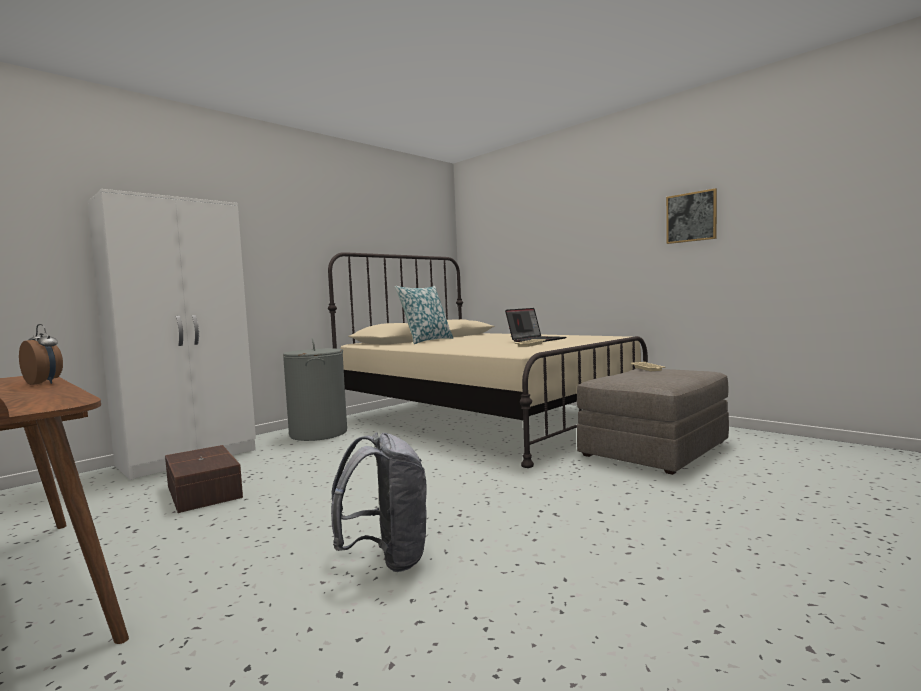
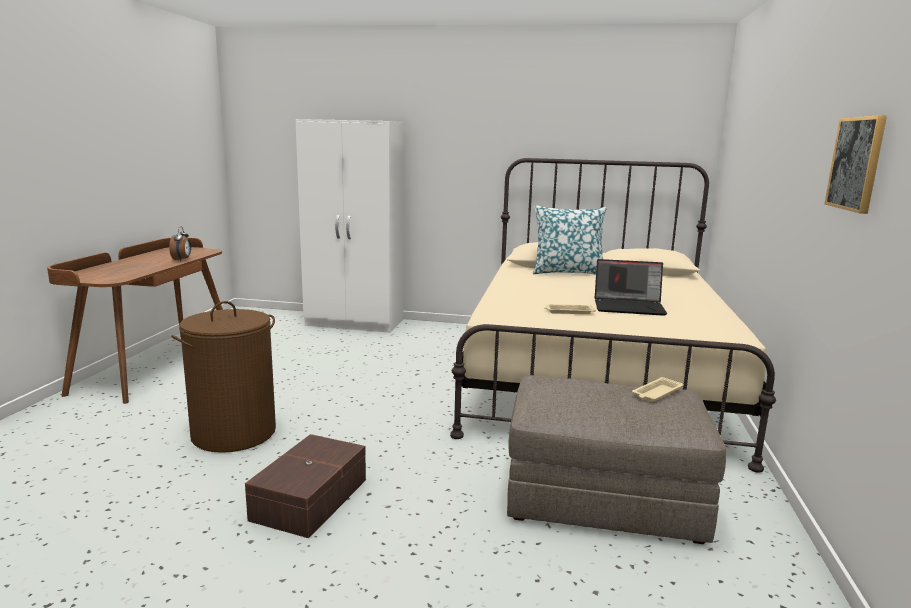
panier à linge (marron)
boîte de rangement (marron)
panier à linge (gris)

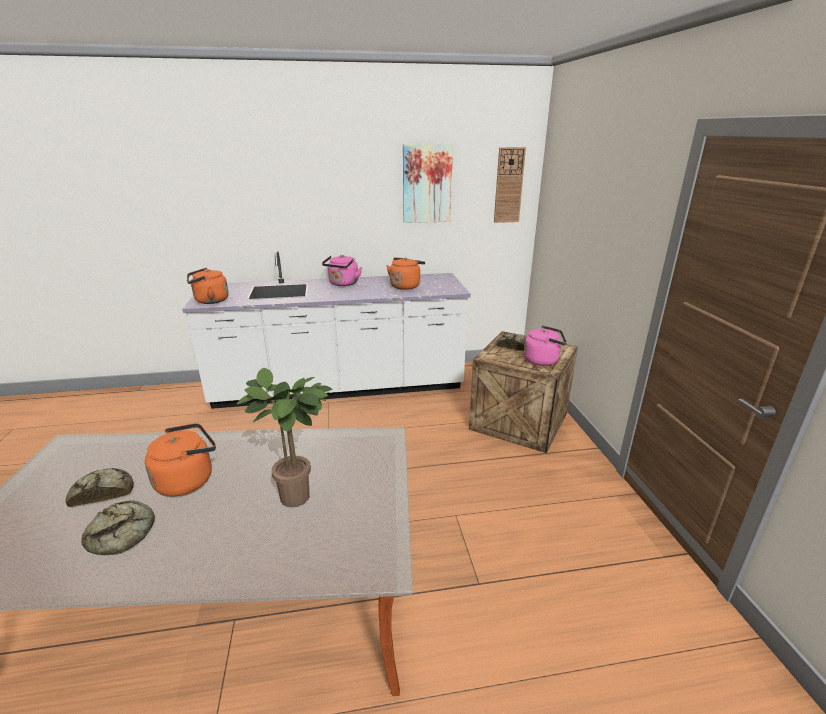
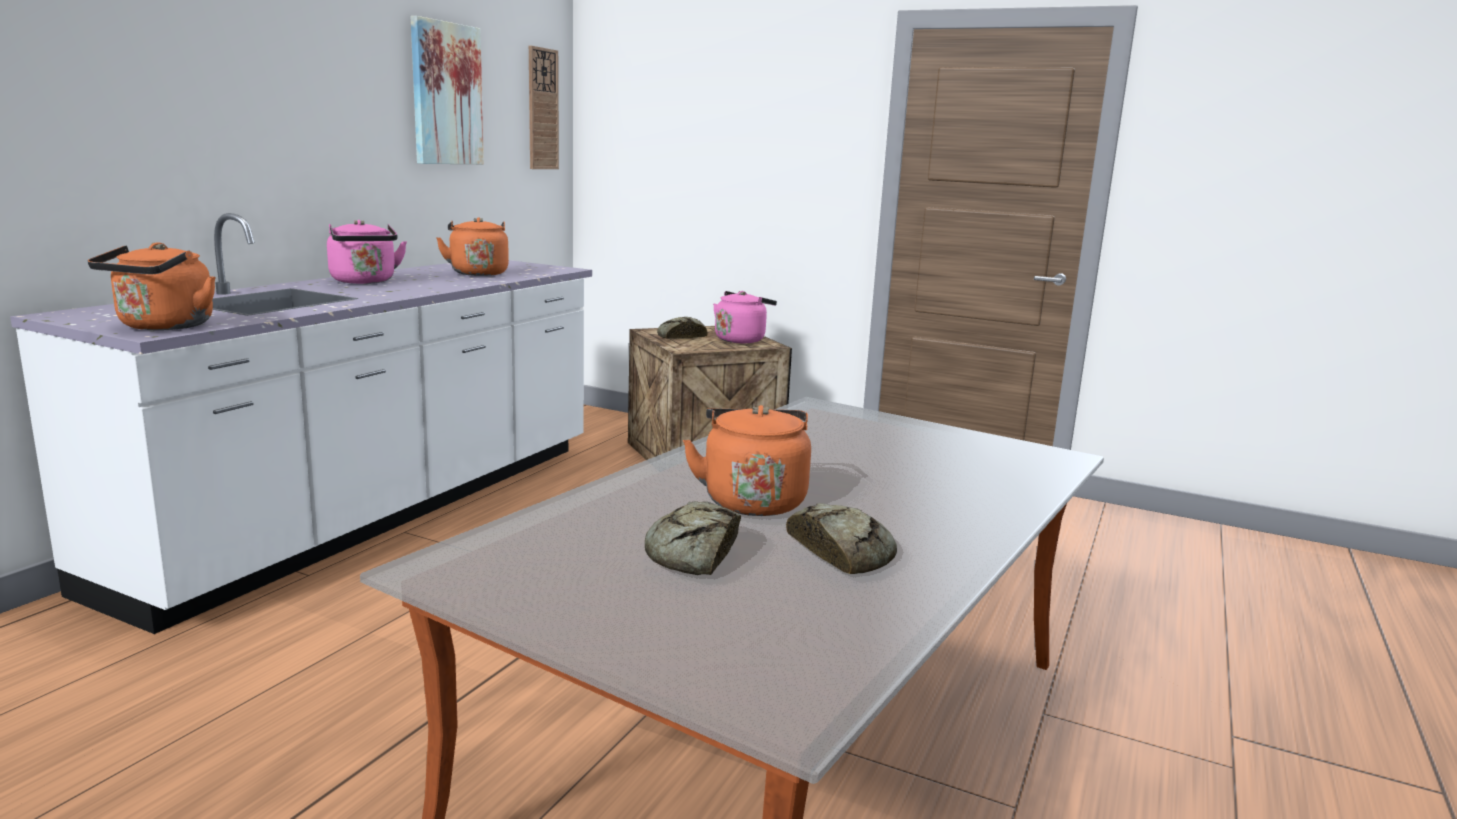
plante en pot

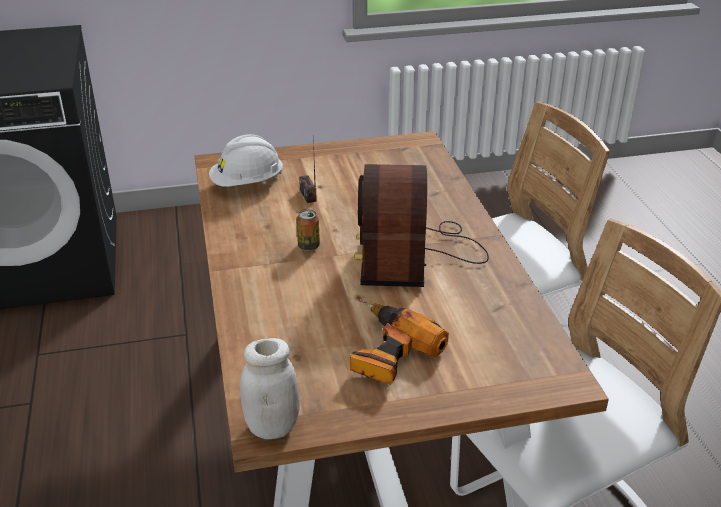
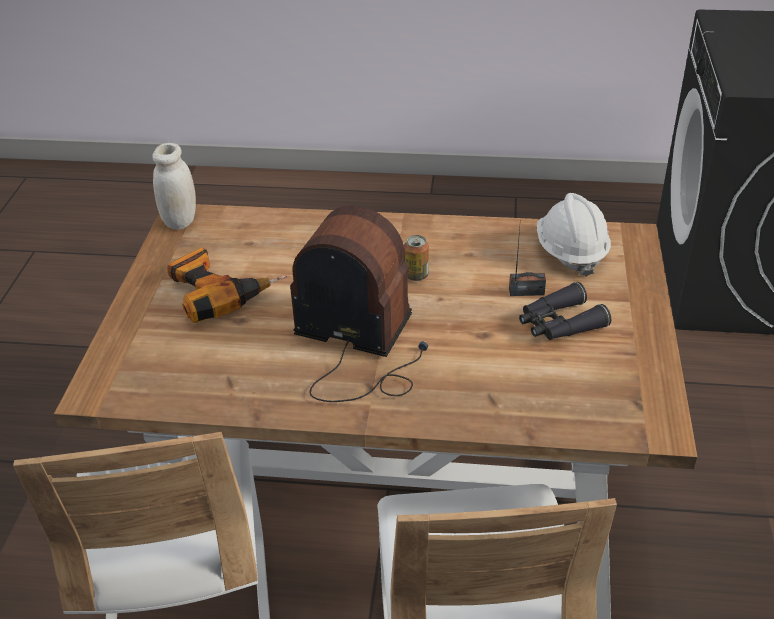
jumelles (noir)

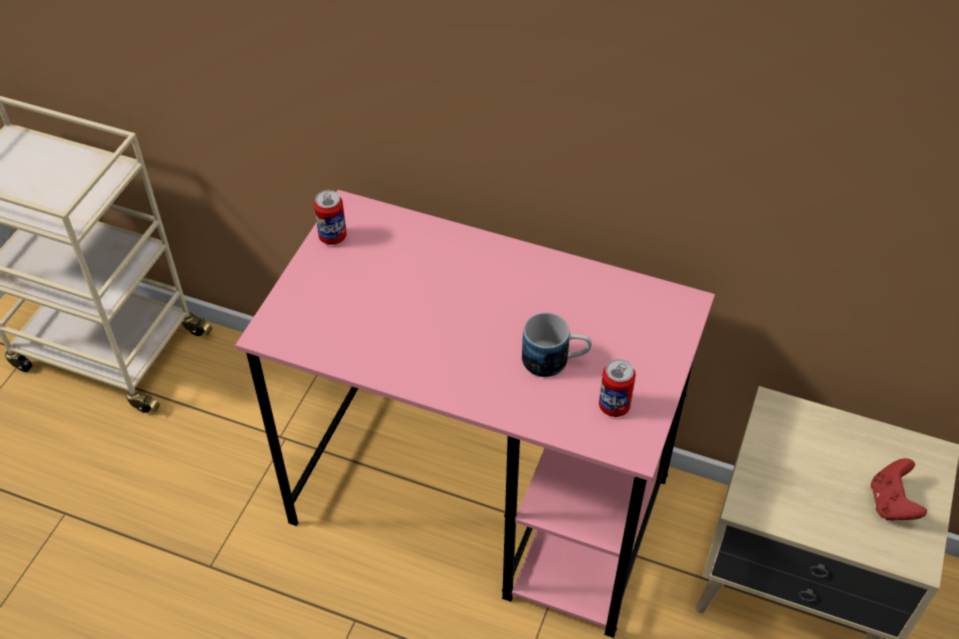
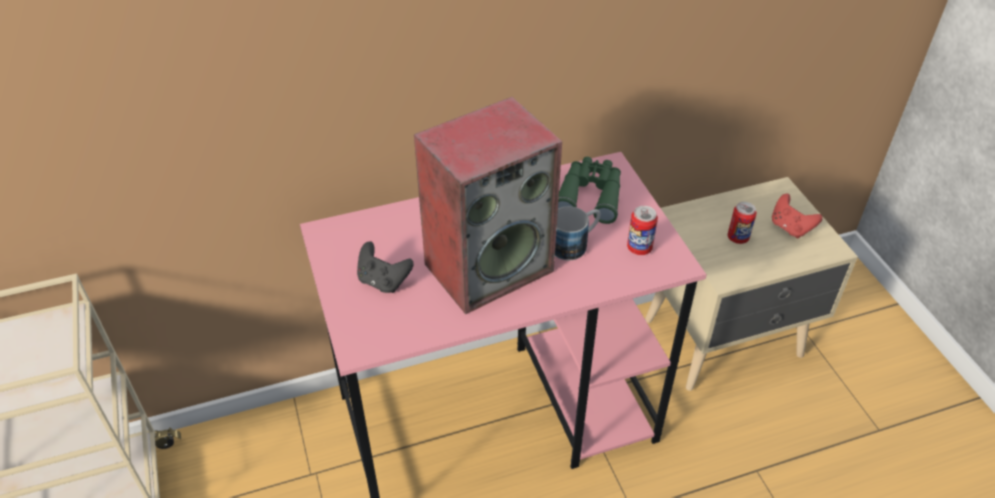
manette (noir)
enceinte
jumelles (vert)
boîte métallique (2nd from left)

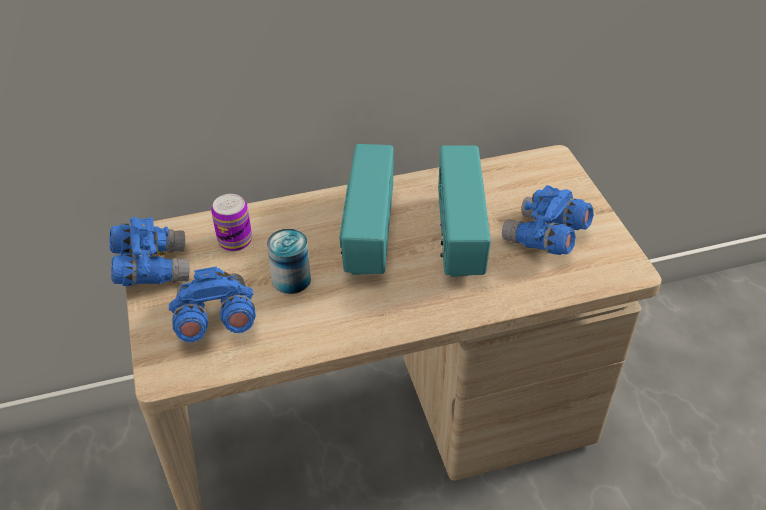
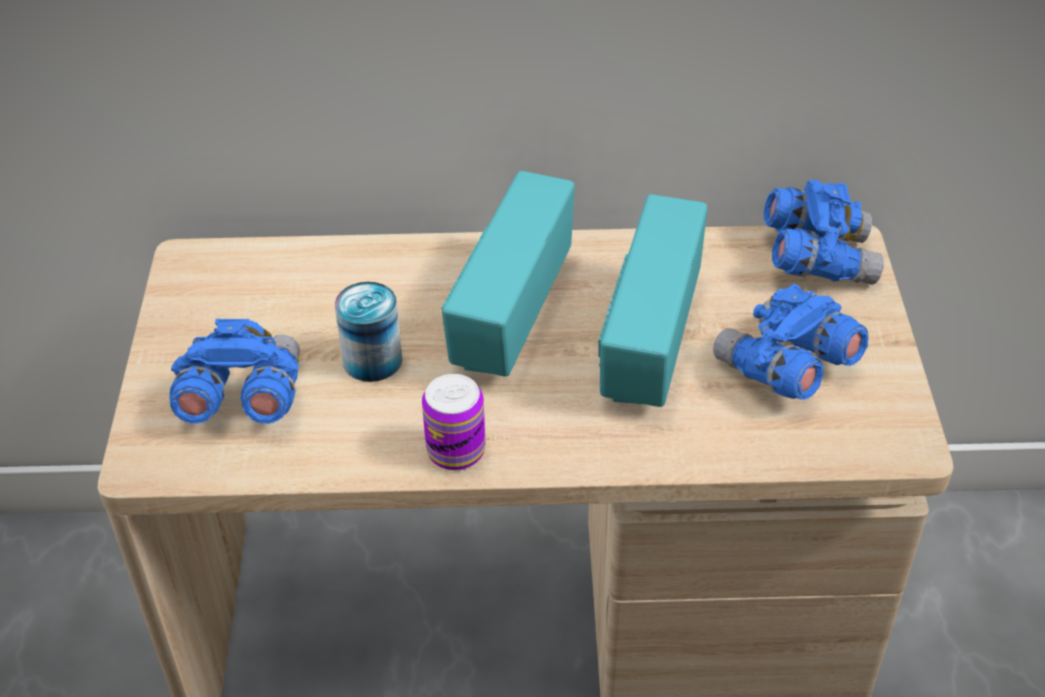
boîte métallique (2nd from left)
jumelles (bleu) (3rd from left)

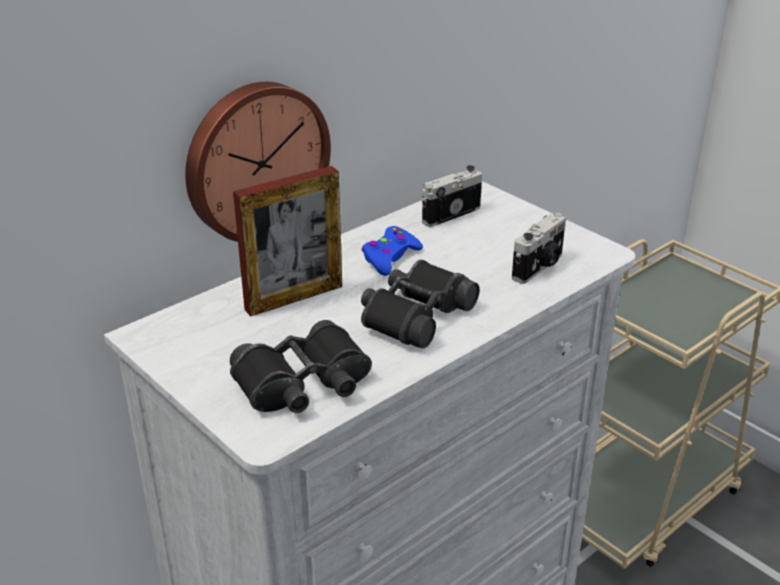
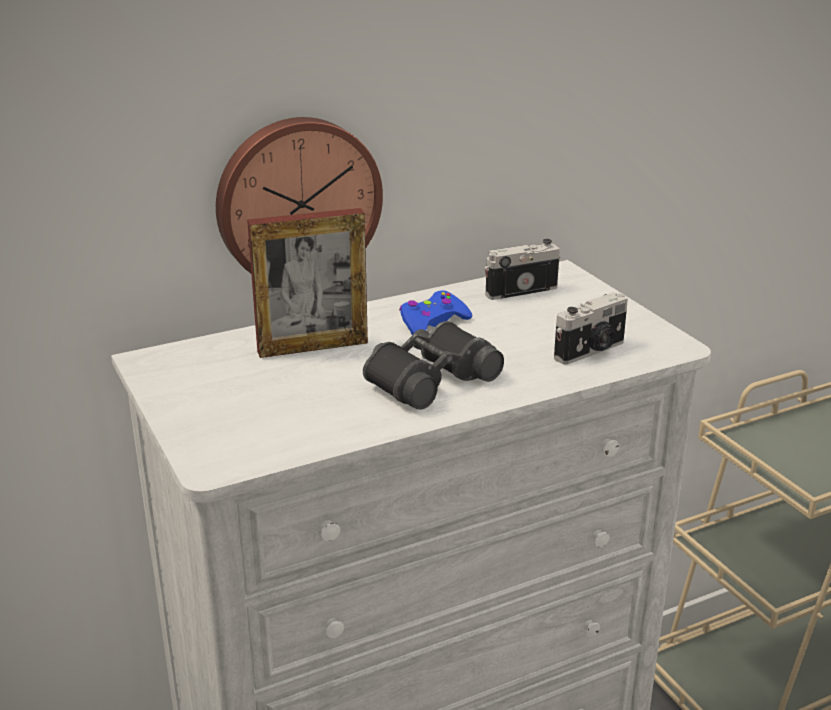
jumelles (noir) (1st from left in the first image)

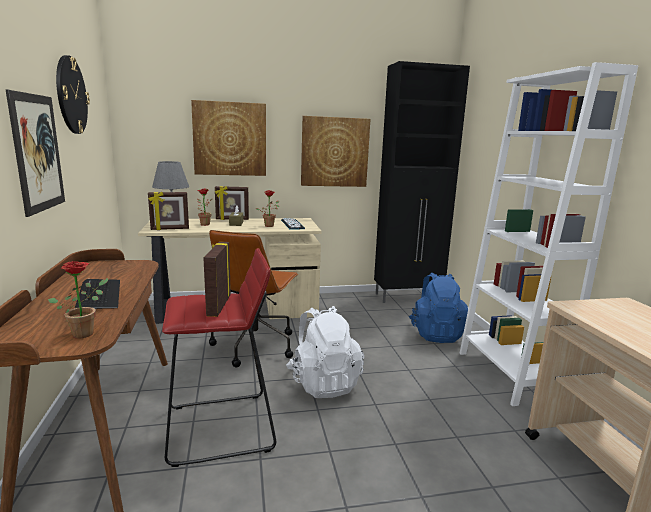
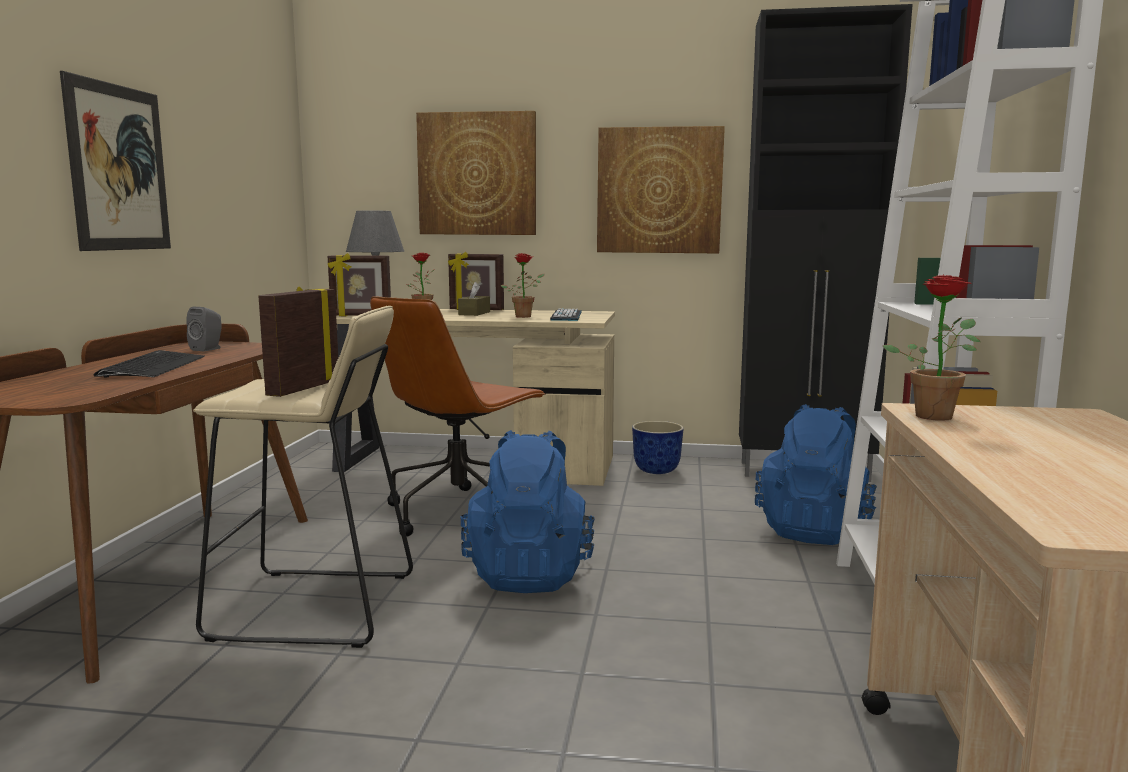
enceinte (gris)
tabouret (beige)
sac à dos (bleu) (1st from left)
cache-pot
plante en pot (3rd from left)
horloge murale

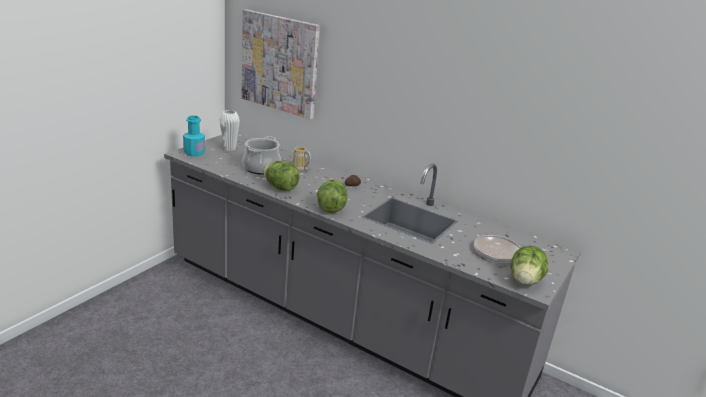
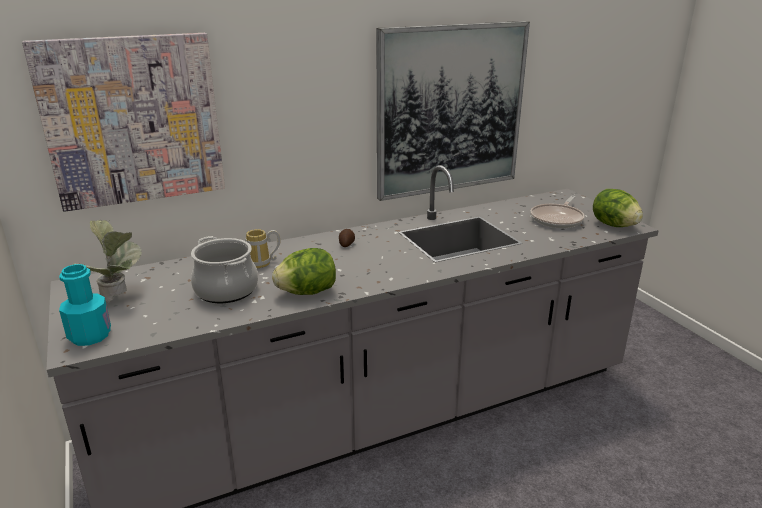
plante en pot
tableau (2nd from left)
laitue (2nd from left in the first image)

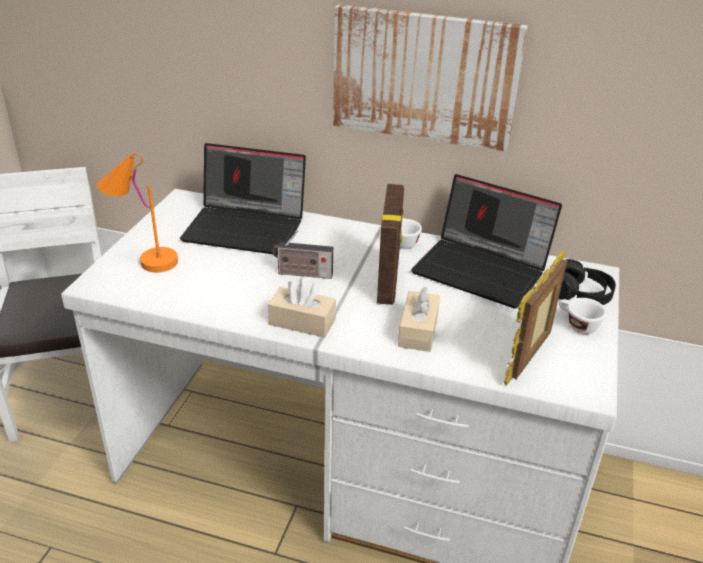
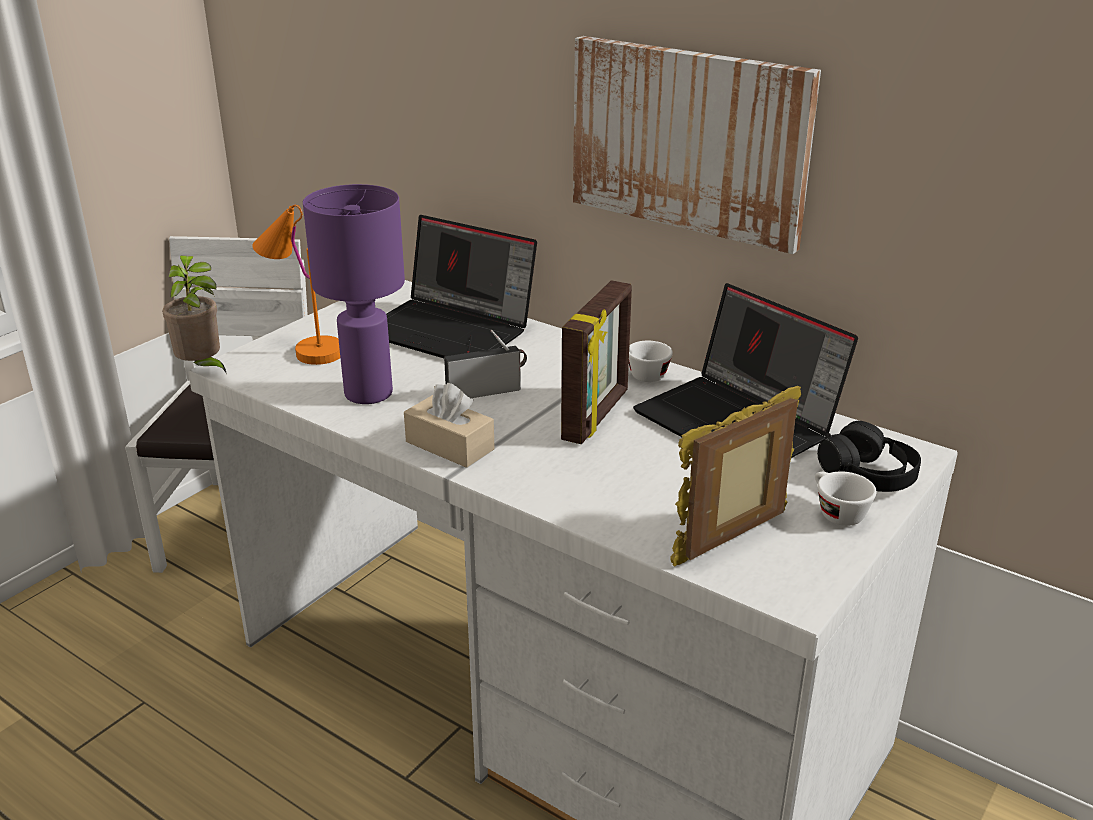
plante en pot
lampe de table (violet)
radio
boîte à mouchoirs (beige) (2nd from left in the first image)

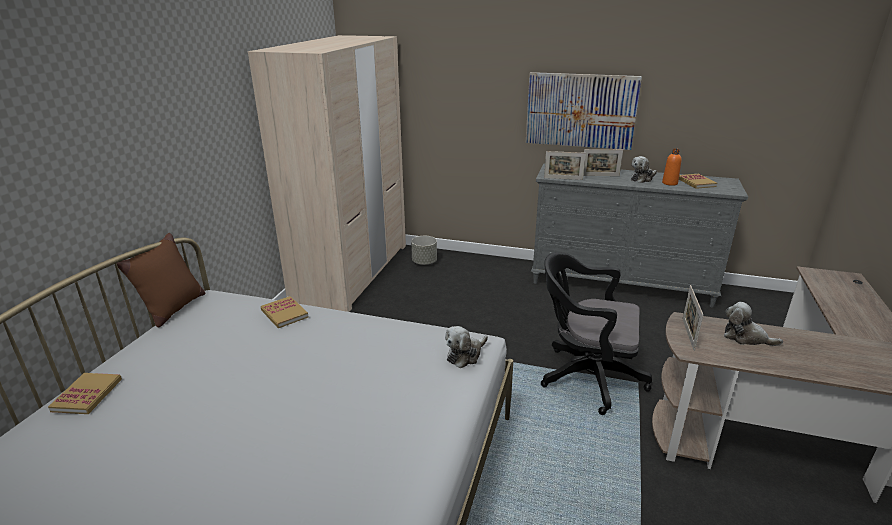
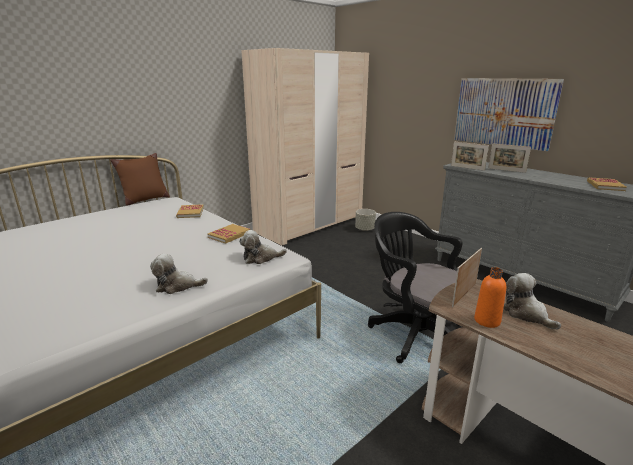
peluche (1st from left)
livre (2nd from left)
bouteille (orange)

